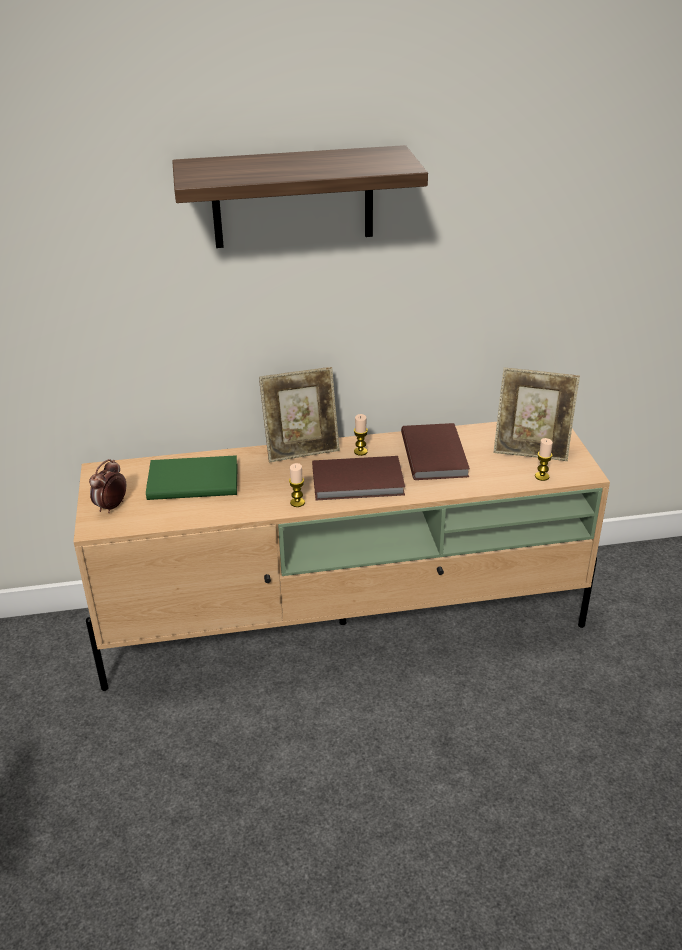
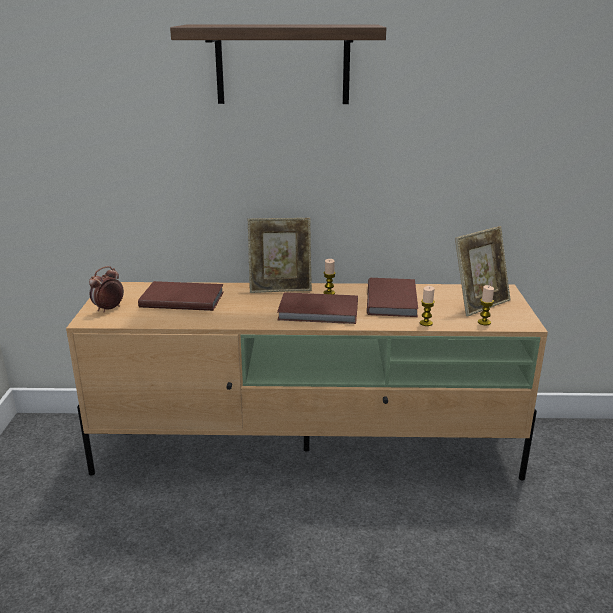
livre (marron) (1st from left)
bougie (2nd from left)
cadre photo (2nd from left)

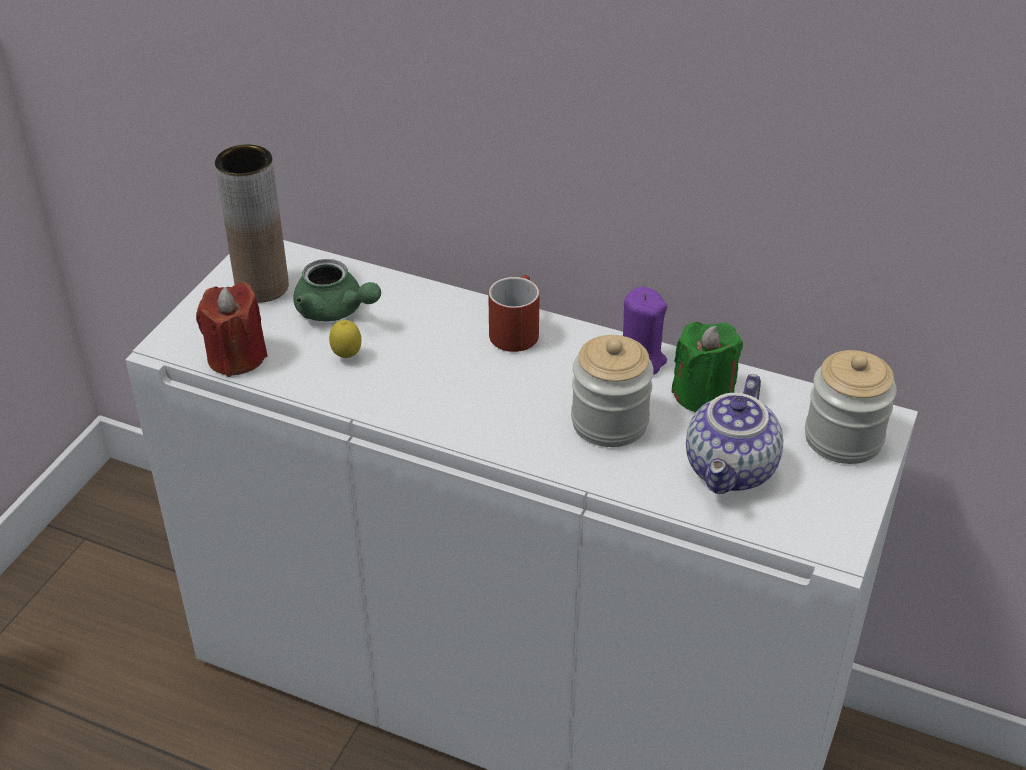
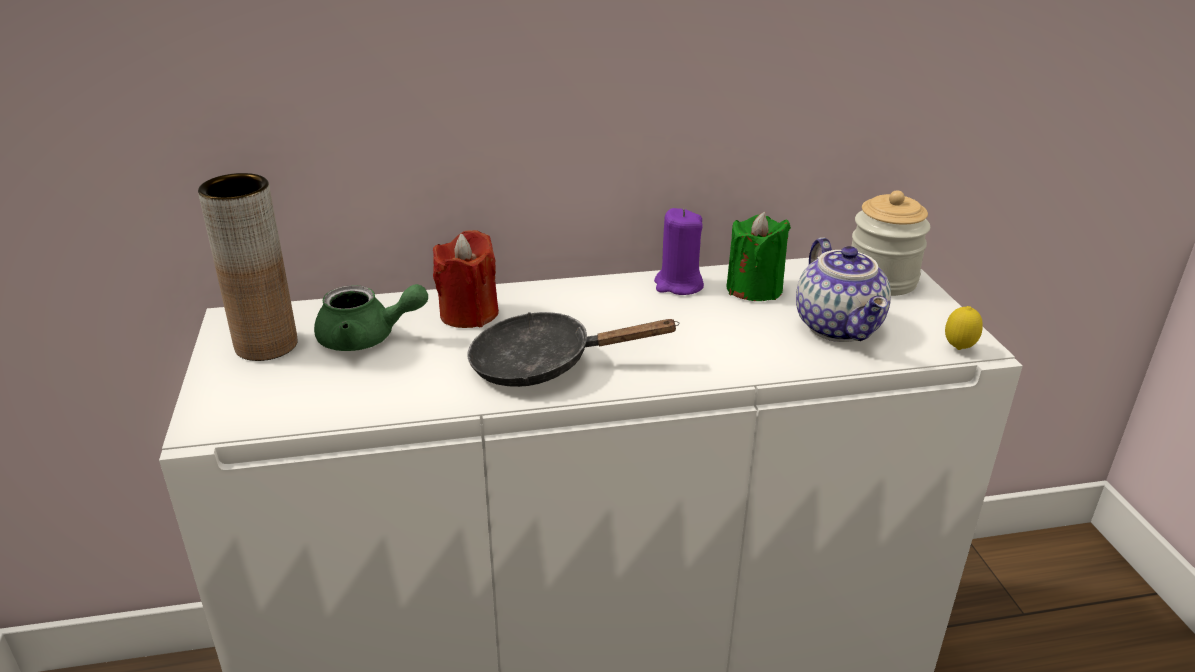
bougie (rouge)
poêle (noir)
citron
mug (rouge)
bocal (1st from left in the first image)

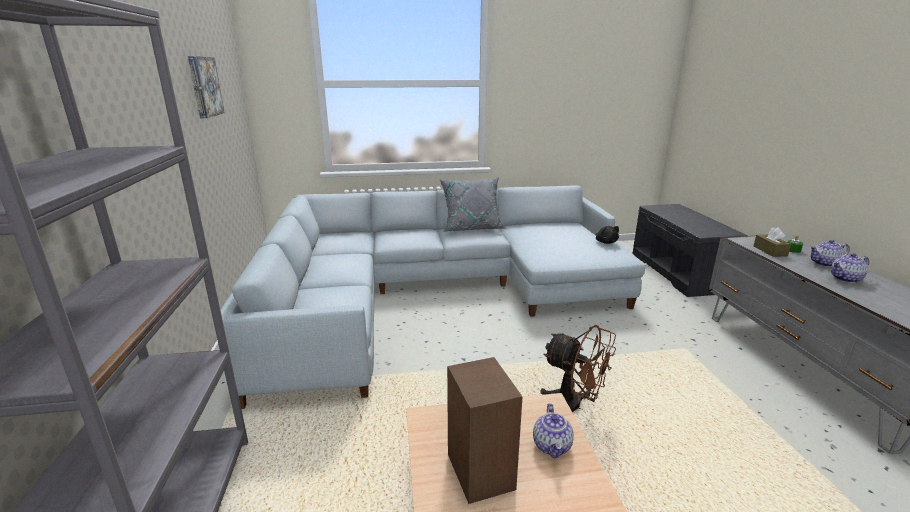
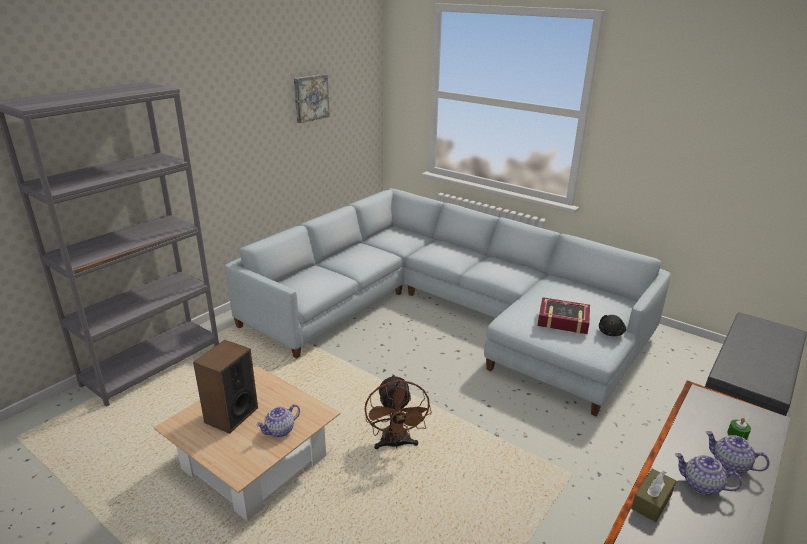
livre
boîte à mouchoirs (marron)
coussin (gris)

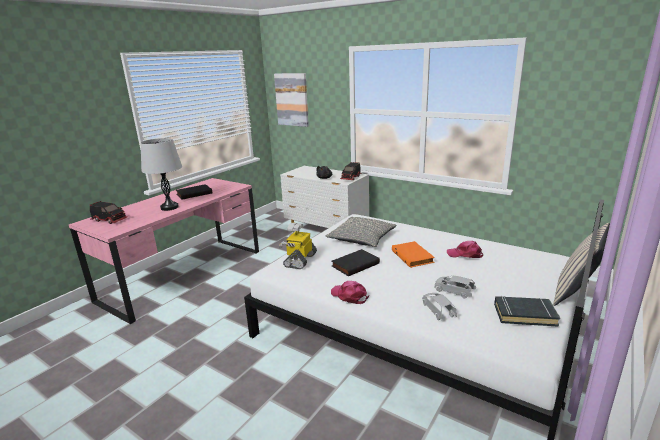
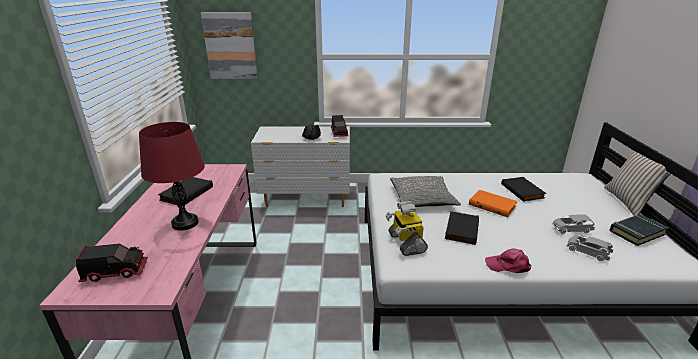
lampe de table (rouge)
livre (noir) (3rd from left)

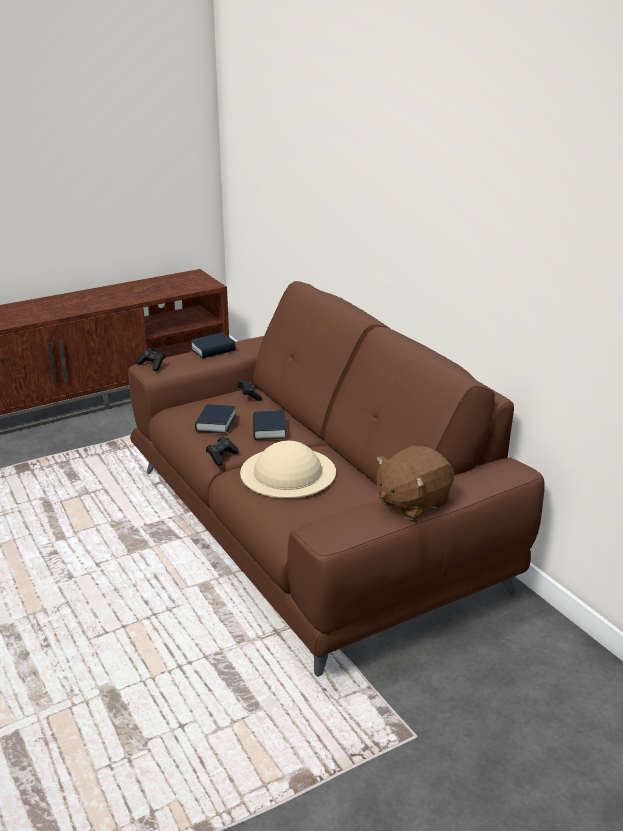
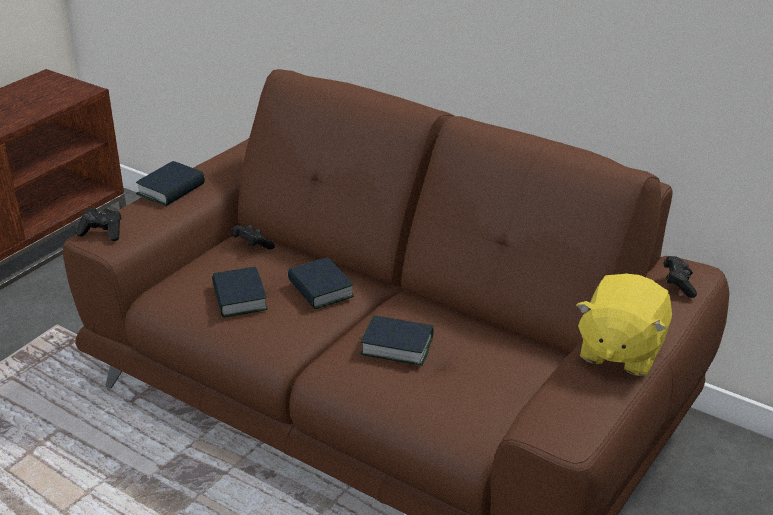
livre (4th from left)
peluche (jaune)
manette (noir) (3rd from left)

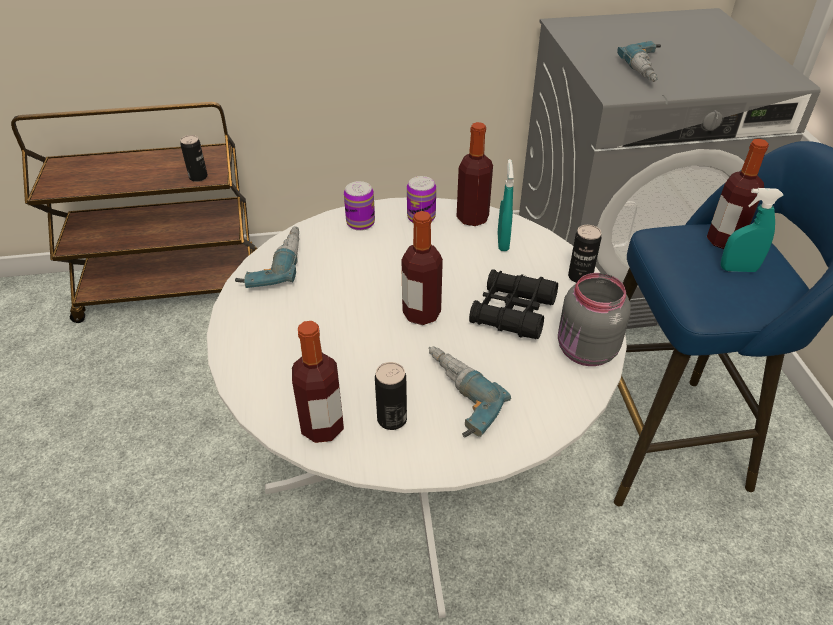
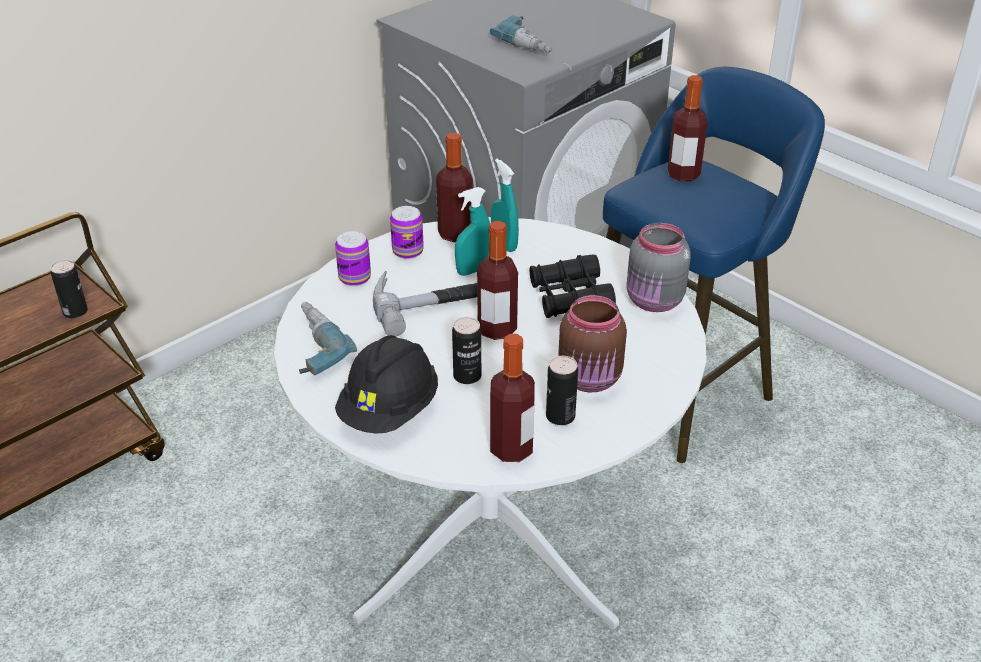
casque de chantier (noir)
marteau
boîte métallique (4th from left)
vaporisateur (turquoise) (1st from left)
bocal (marron)

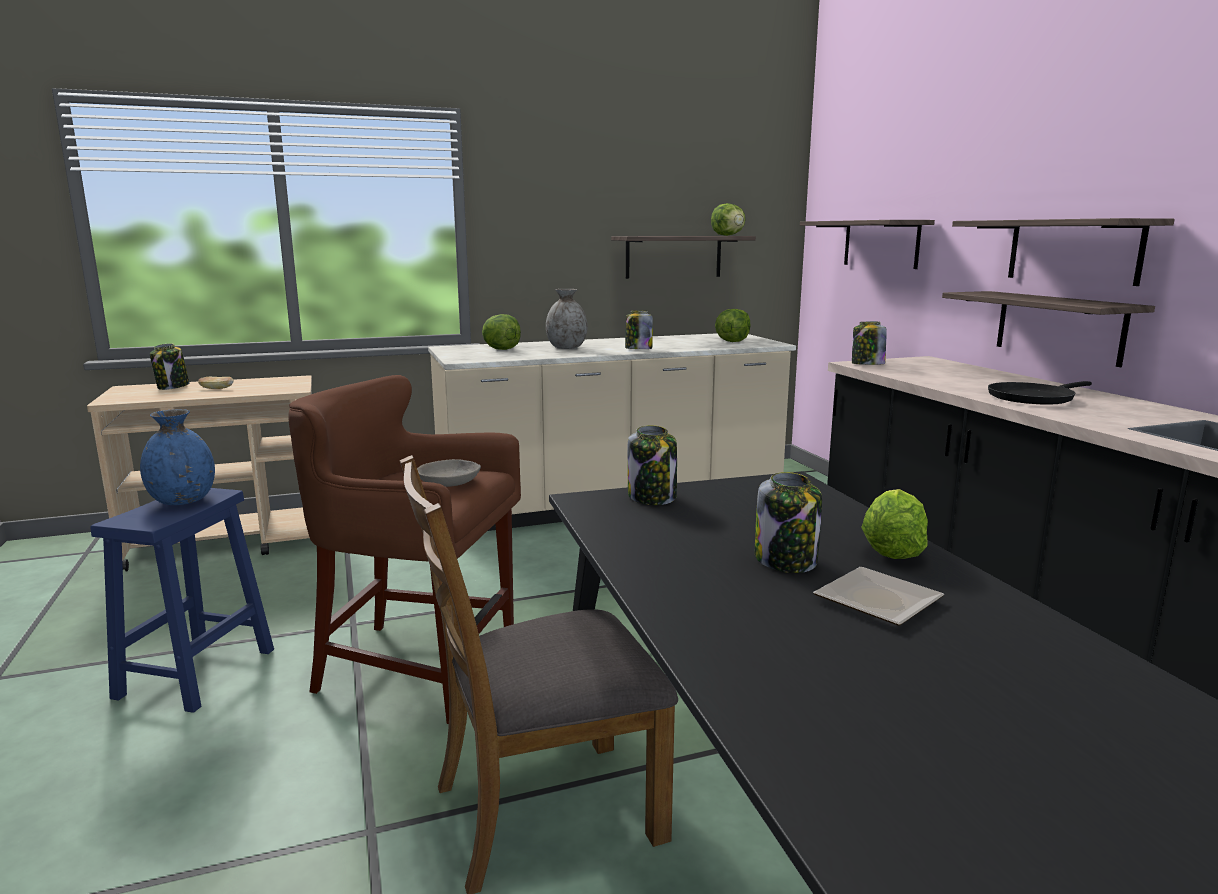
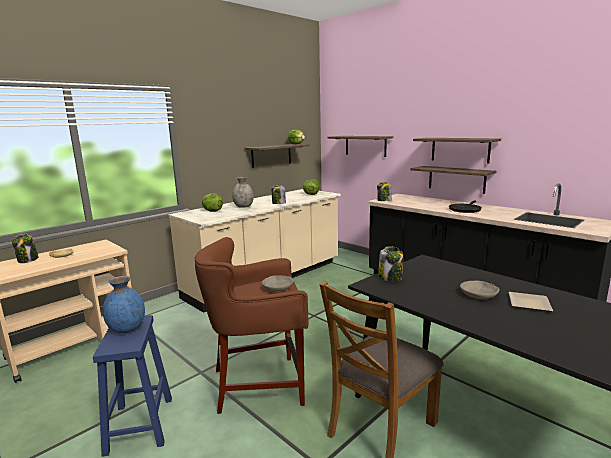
bol (gris) (2nd from left)
laitue (4th from left in the first image)

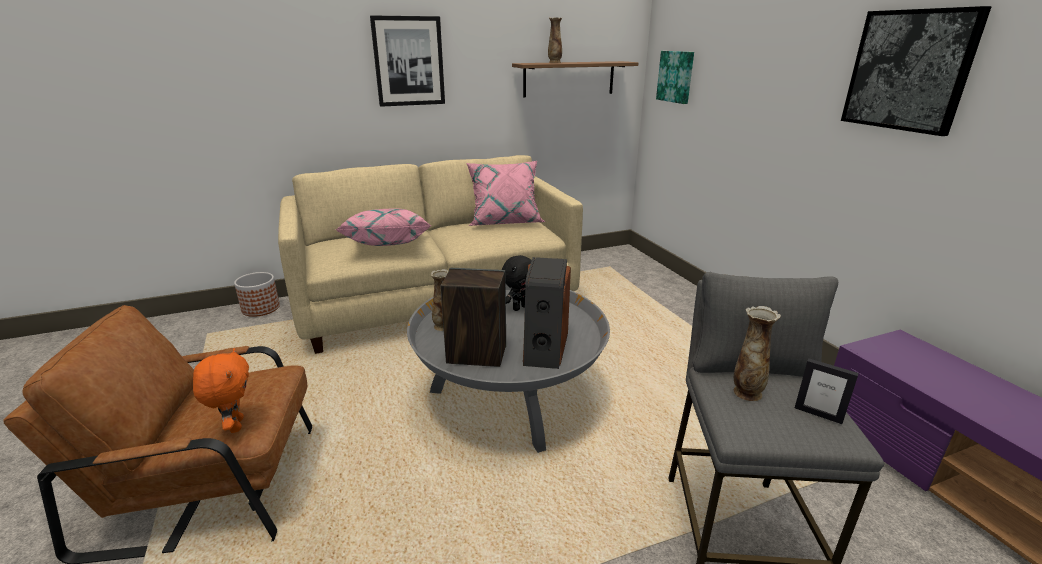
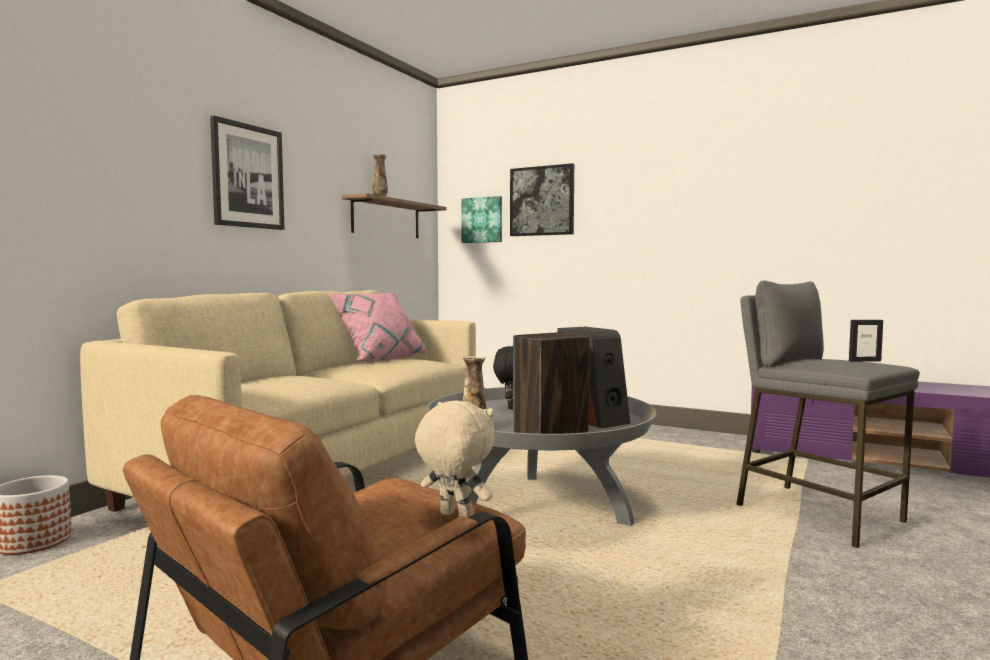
peluche (beige)
tableau (3rd from left)
coussin (rose) (1st from left in the first image)
vase (3rd from left in the first image)

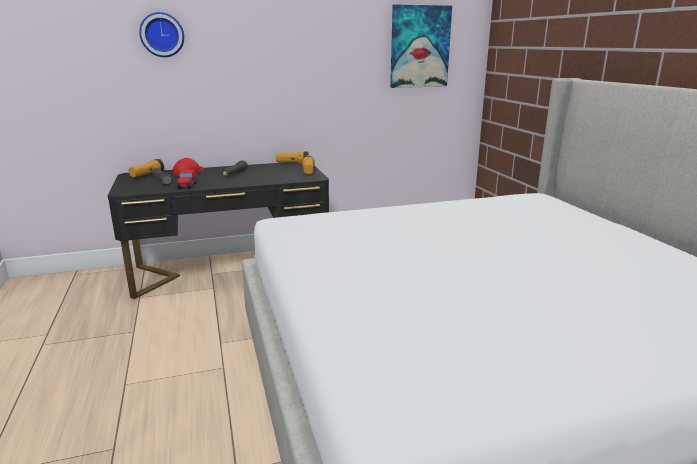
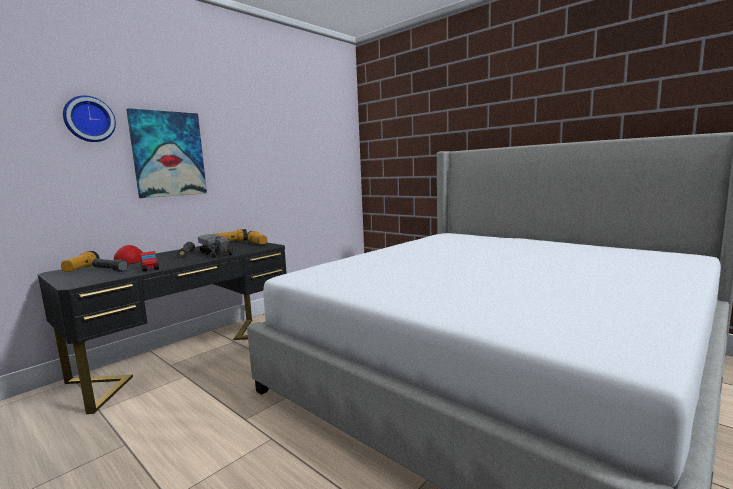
tableau
camion jouet

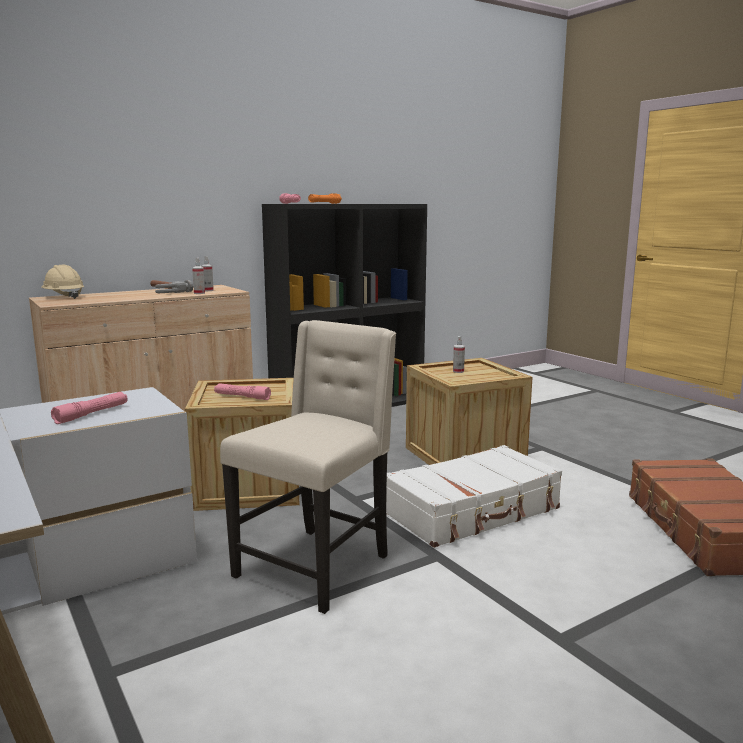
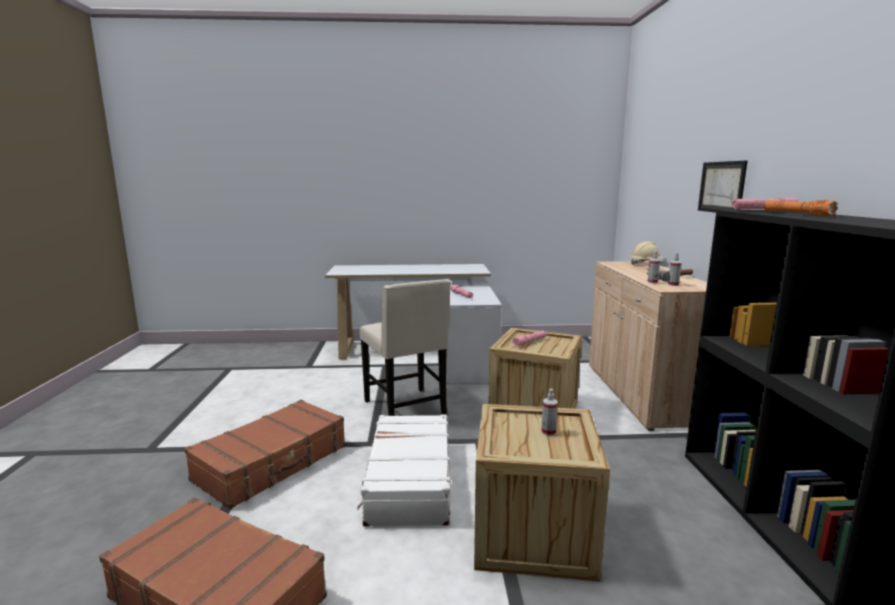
valise (marron) (2nd from left)
tableau

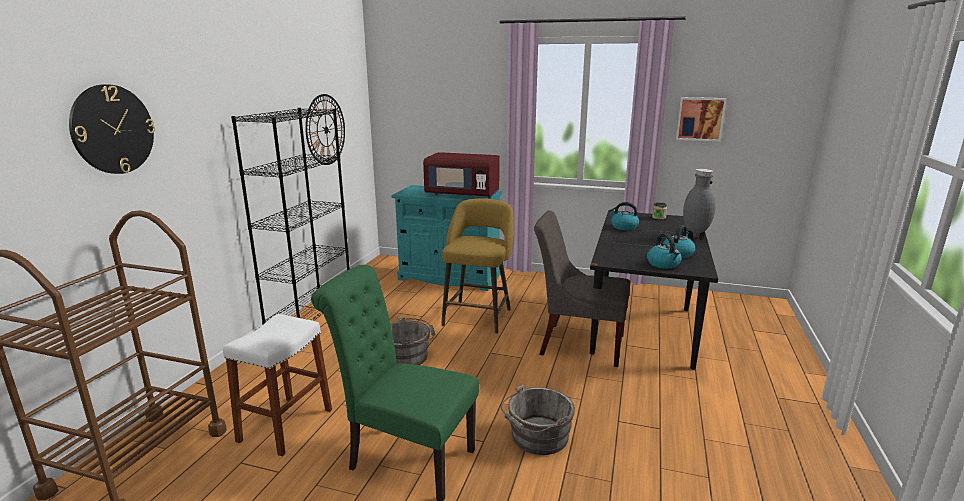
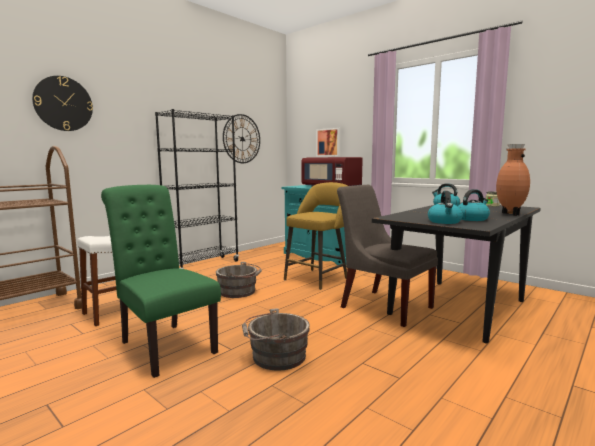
tableau
vase (marron)

